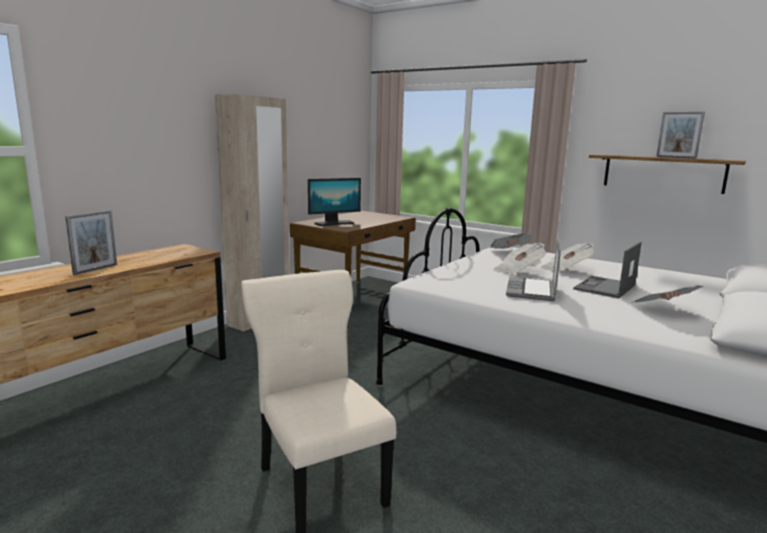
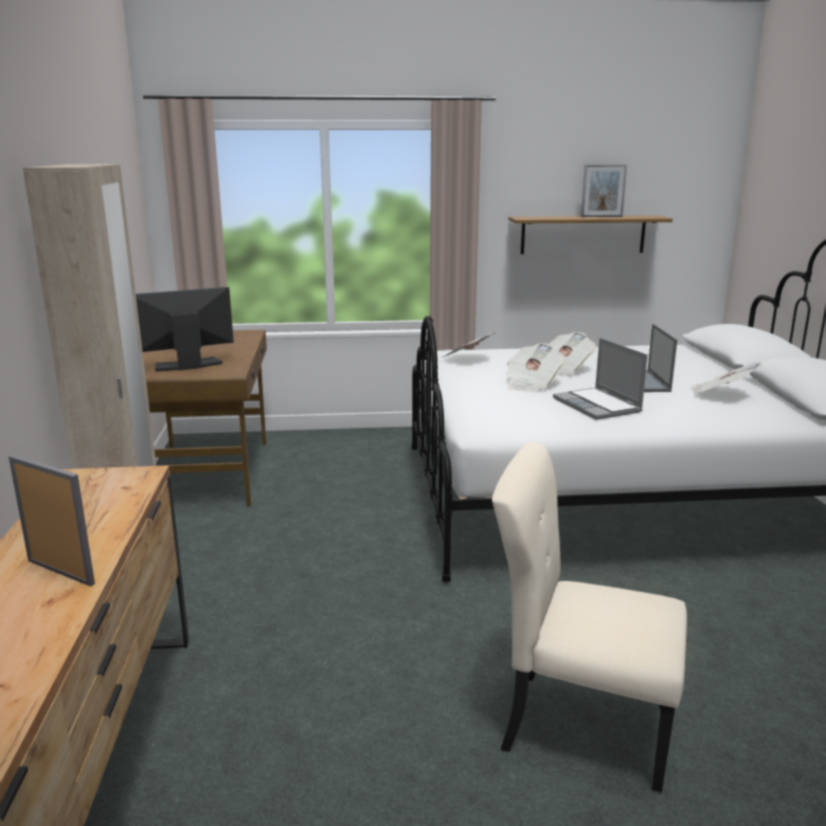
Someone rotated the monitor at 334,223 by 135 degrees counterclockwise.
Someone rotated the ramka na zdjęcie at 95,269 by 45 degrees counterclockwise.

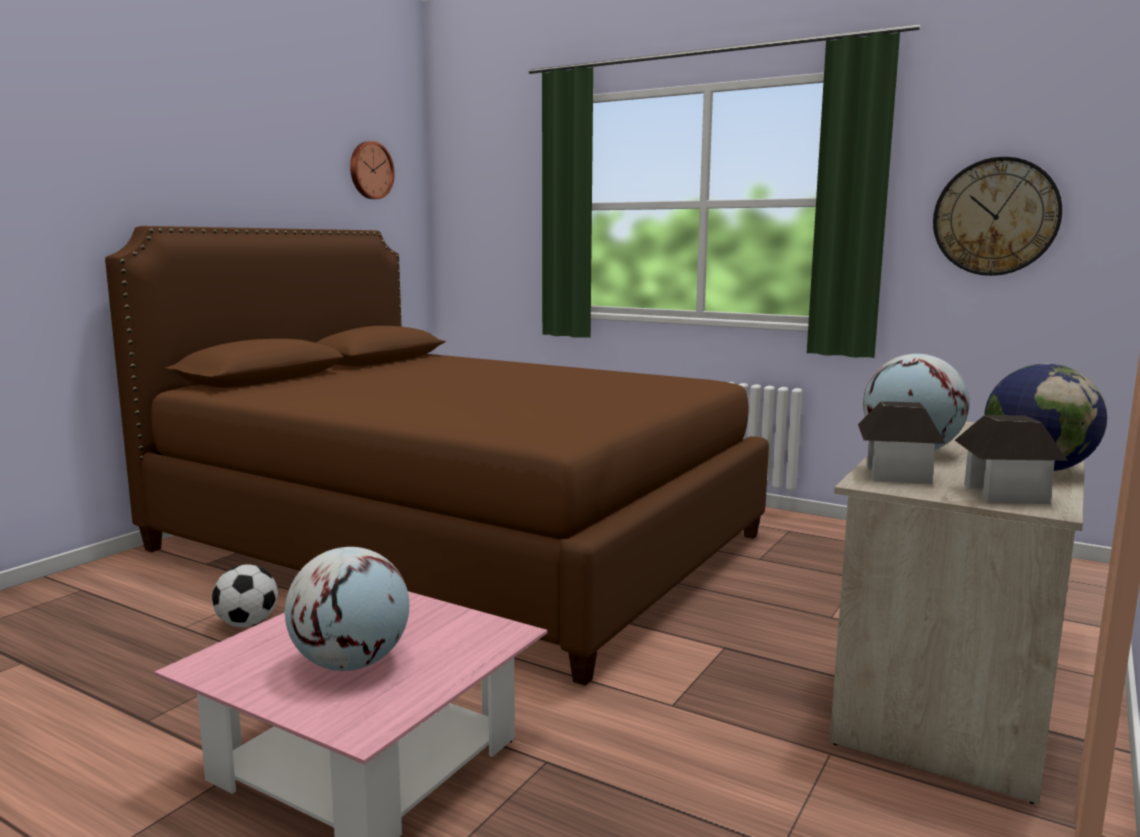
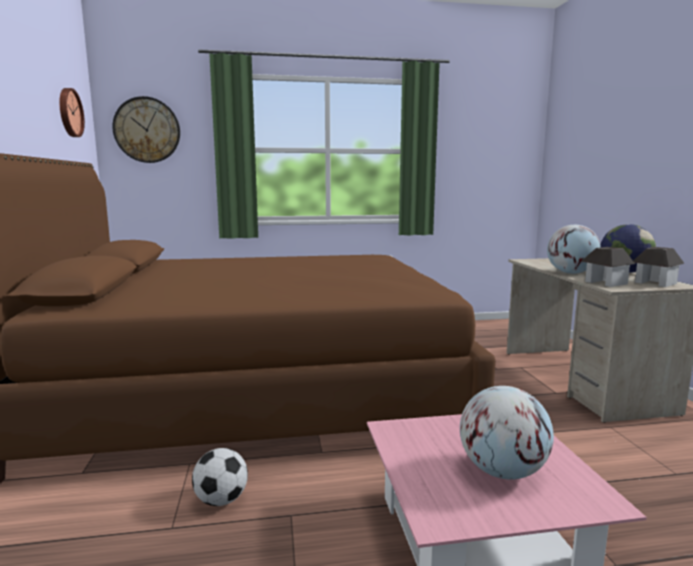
Someone carried the zegar ścienny from 995,217 to 147,130.

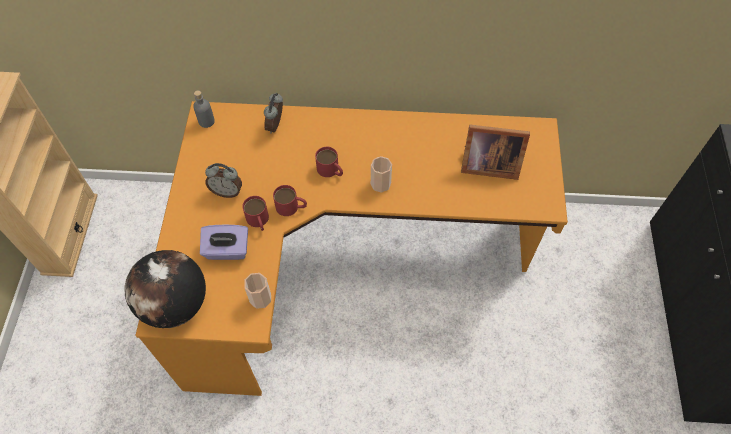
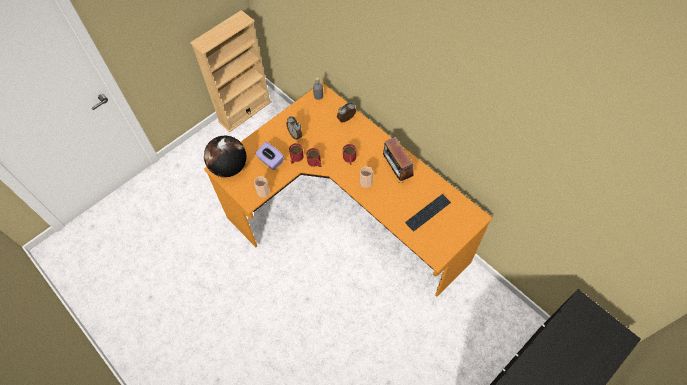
Someone swapped the ramka na zdjęcie at 487,164 for the klawiatura at 428,213.
Someone put down the radio at 396,171.

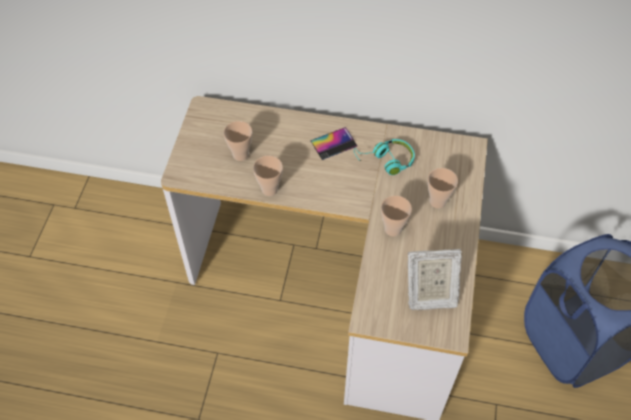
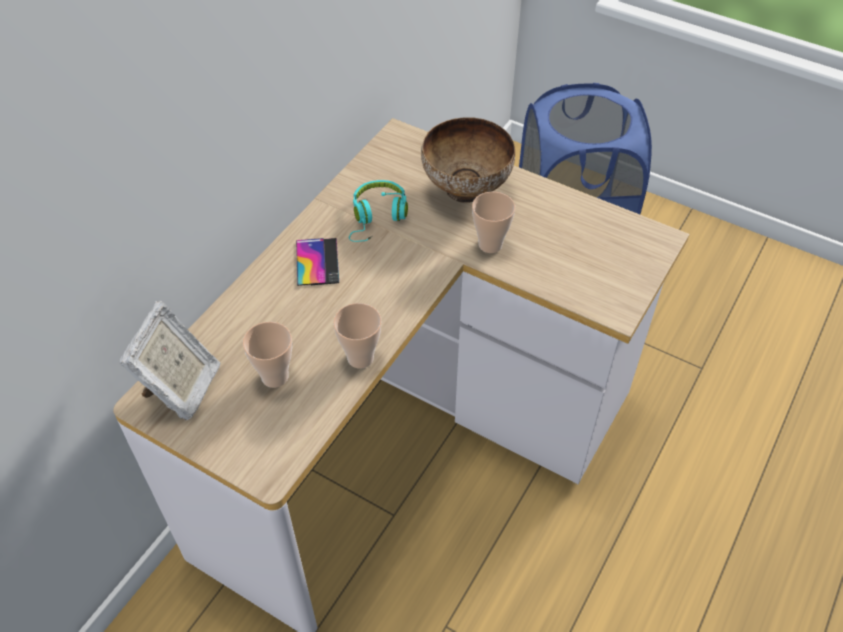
Someone swapped the filiżanka at 437,201 for the miska at 466,190.
Someone carried the ramka na zdjęcie from 429,294 to 182,389.

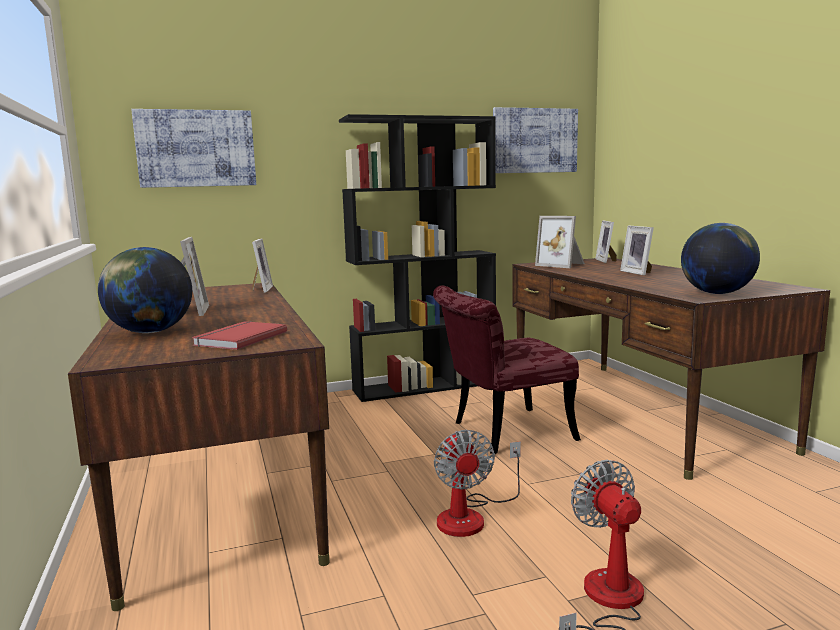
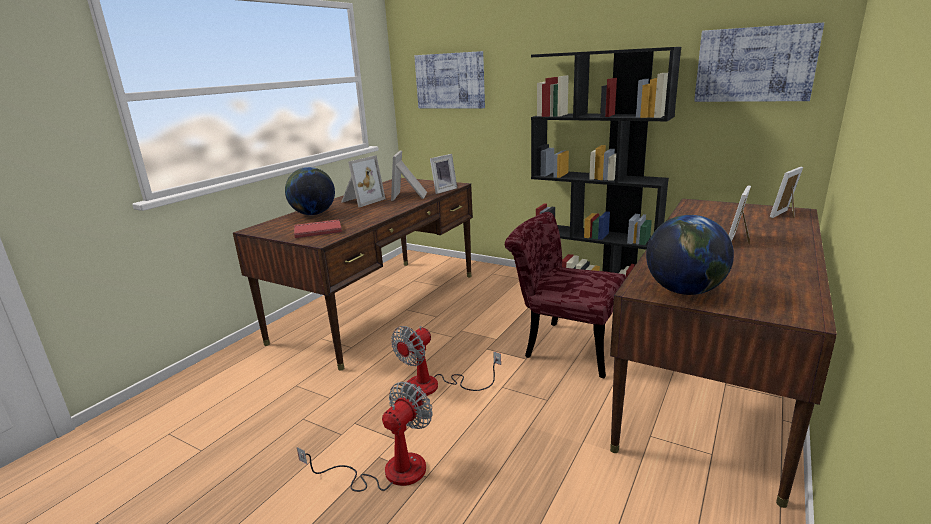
Someone carried the ramka na zdjęcie from 562,265 to 410,195.

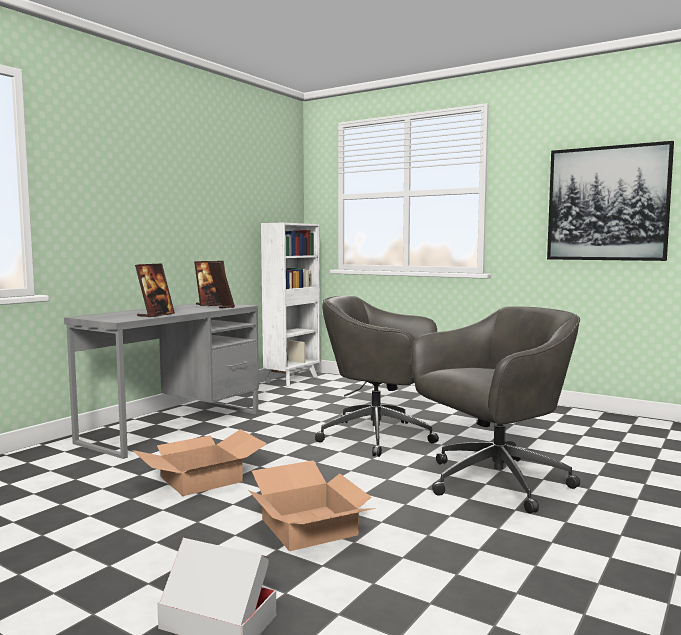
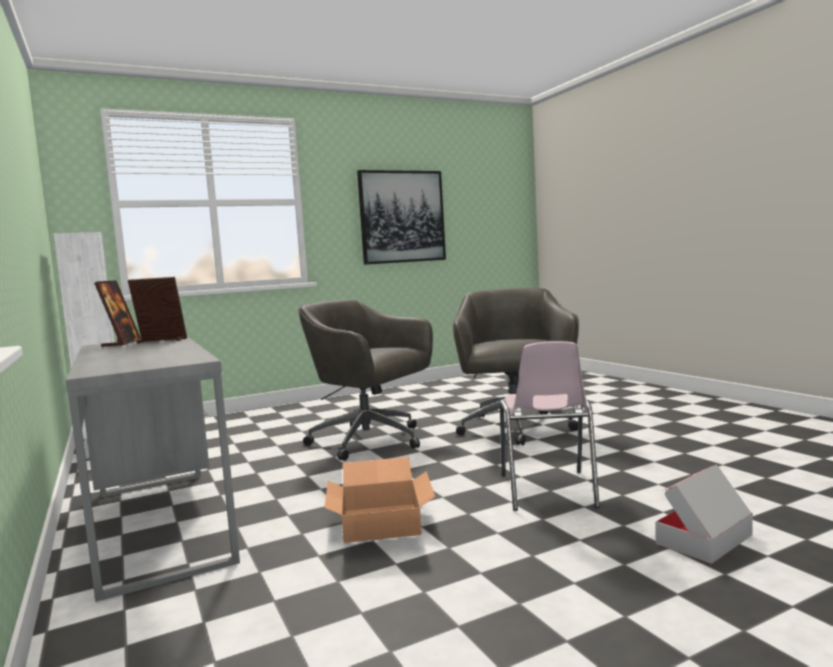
Someone took away the ramka na zdjęcie at 155,315.
Someone rotated the krzesło biurowe [szary] at 380,437 by 75 degrees clockwise.
Someone swapped the karton at 307,527 for the krzesło [różowy] at 547,491.

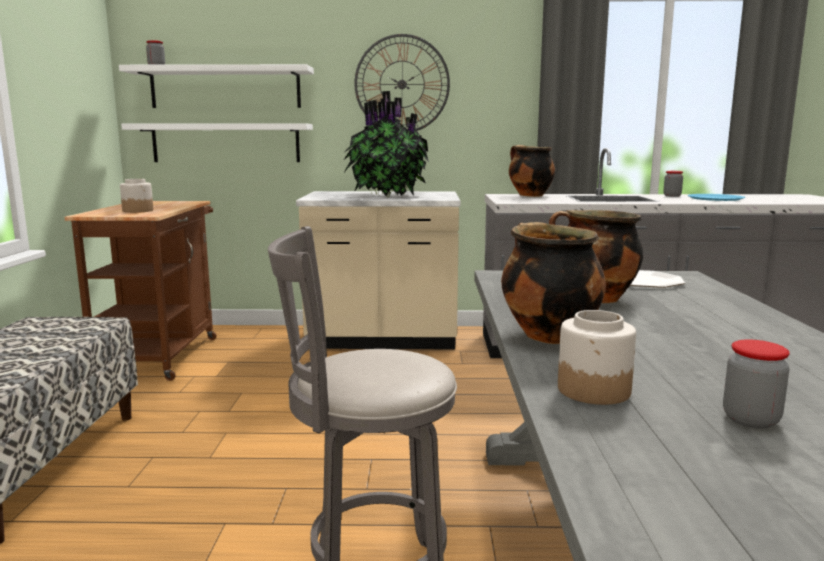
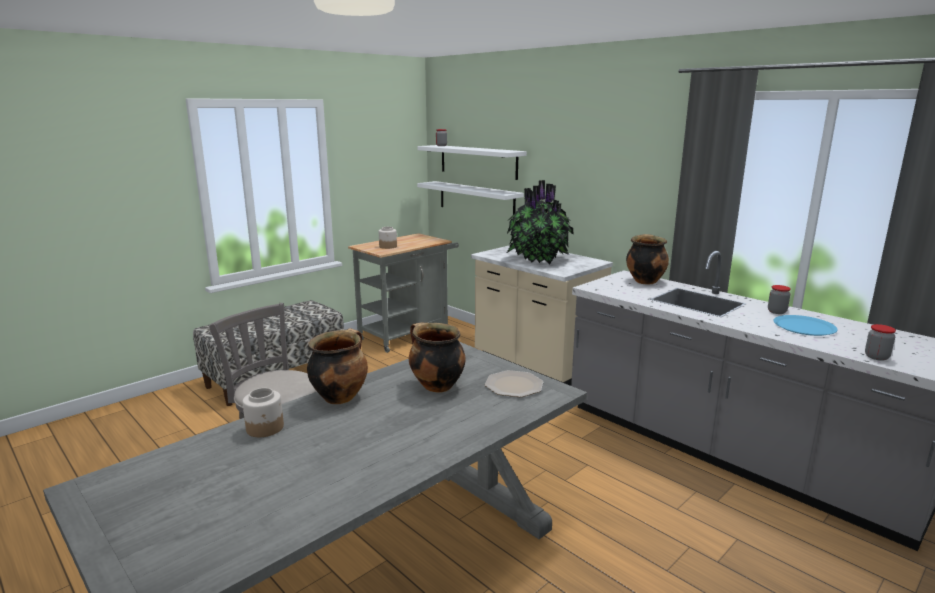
Someone took away the zegar ścienny at 402,84.
Someone repainted the wózek [brązowy] at 162,354, which became the wózek [szary] at 408,334.
Someone carried the słoik from 750,419 to 876,357.

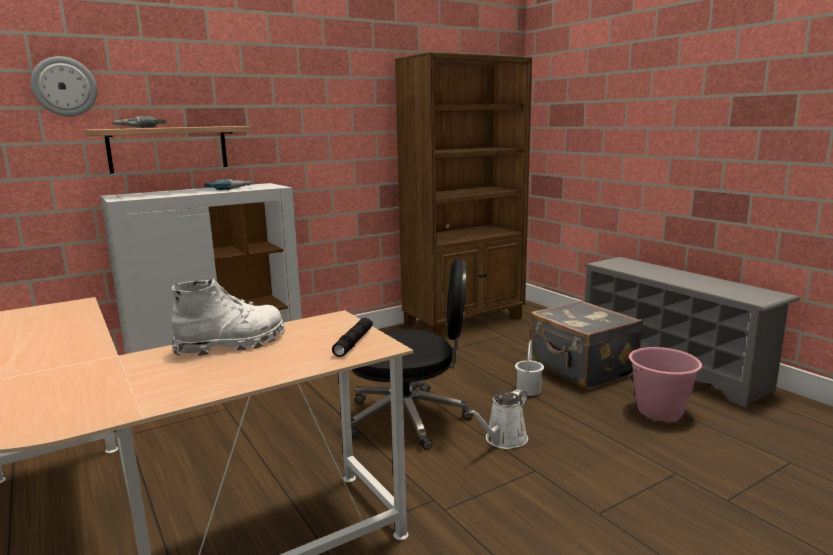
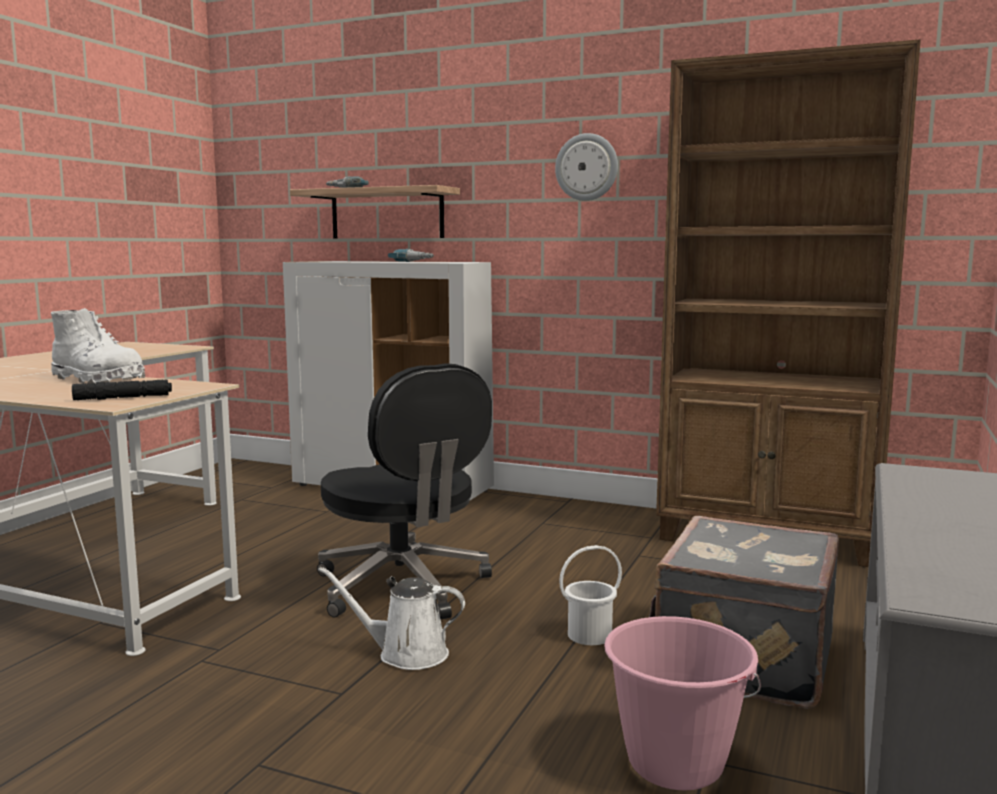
Someone carried the zegar ścienny from 64,86 to 586,167.

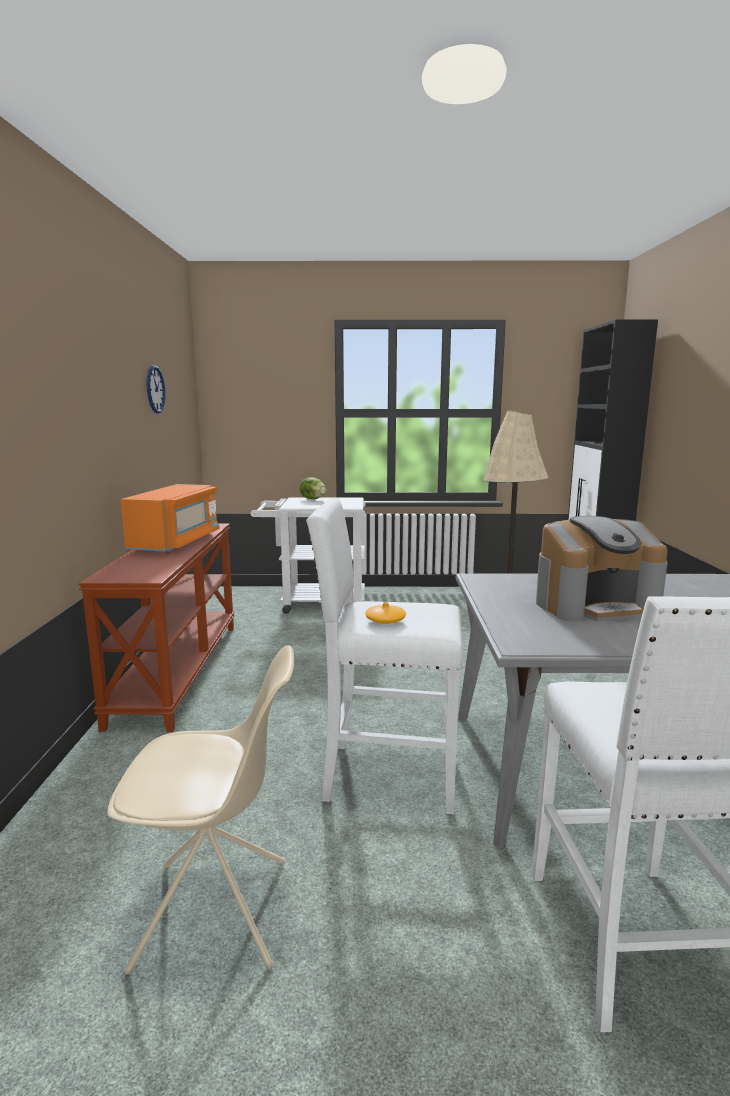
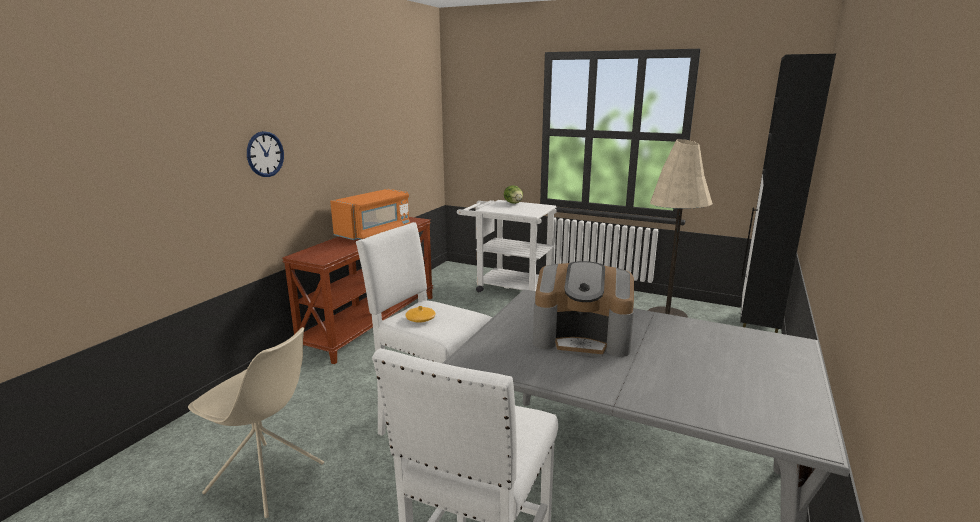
Someone carried the zegar ścienny from 155,389 to 265,154.

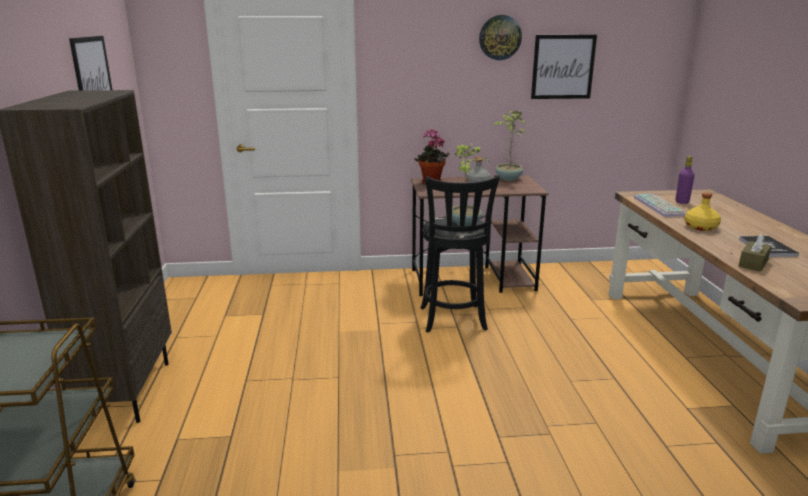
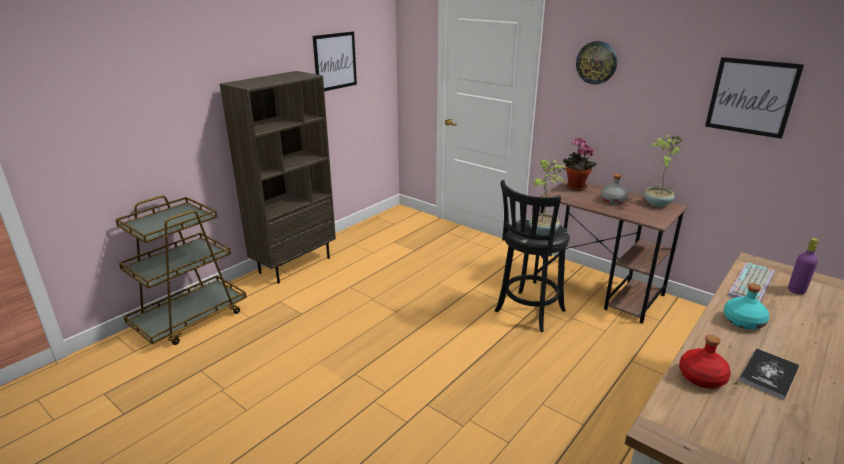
Someone carried the zegar ścienny from 500,37 to 596,62.
Someone repainted the butelka [żółty] at 700,227, which became the butelka [turkusowy] at 742,321.
Someone swapped the pudełko chusteczek [brązowy] at 753,263 for the butelka [czerwony] at 701,377.

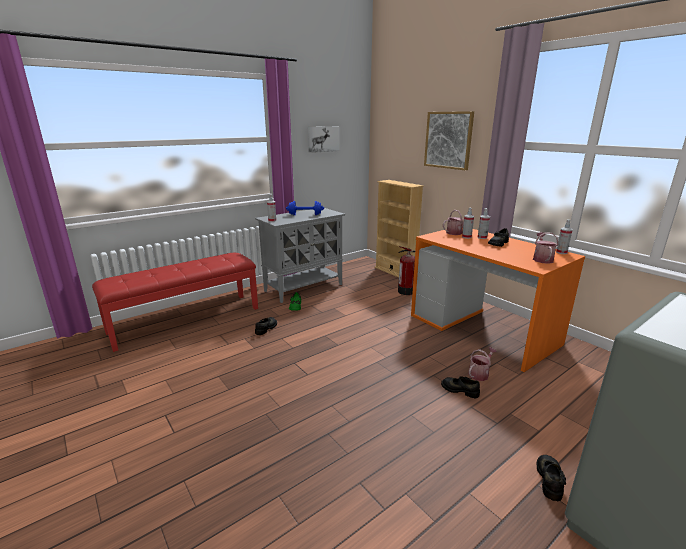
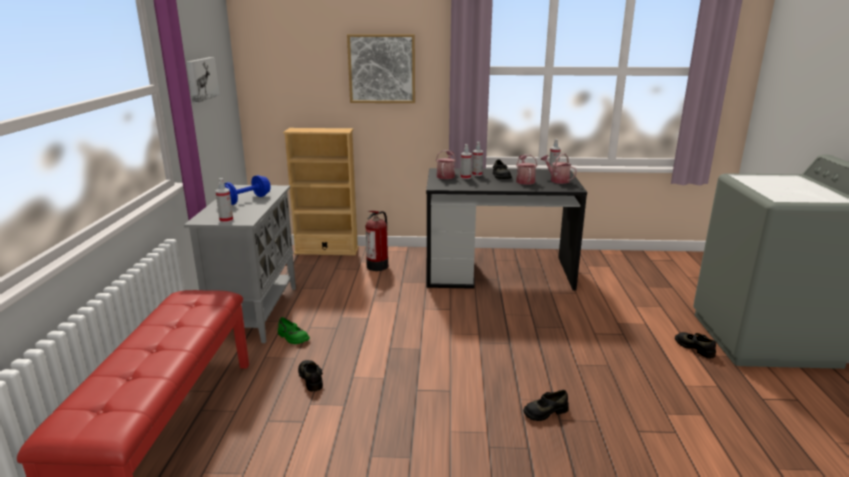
Someone repainted the biurko [pomarańczowy] at 482,329, which became the biurko [czarny] at 498,271.
Someone carried the konewka from 480,373 to 525,181.
Someone carried the but [czarny] from 460,390 to 545,411.

